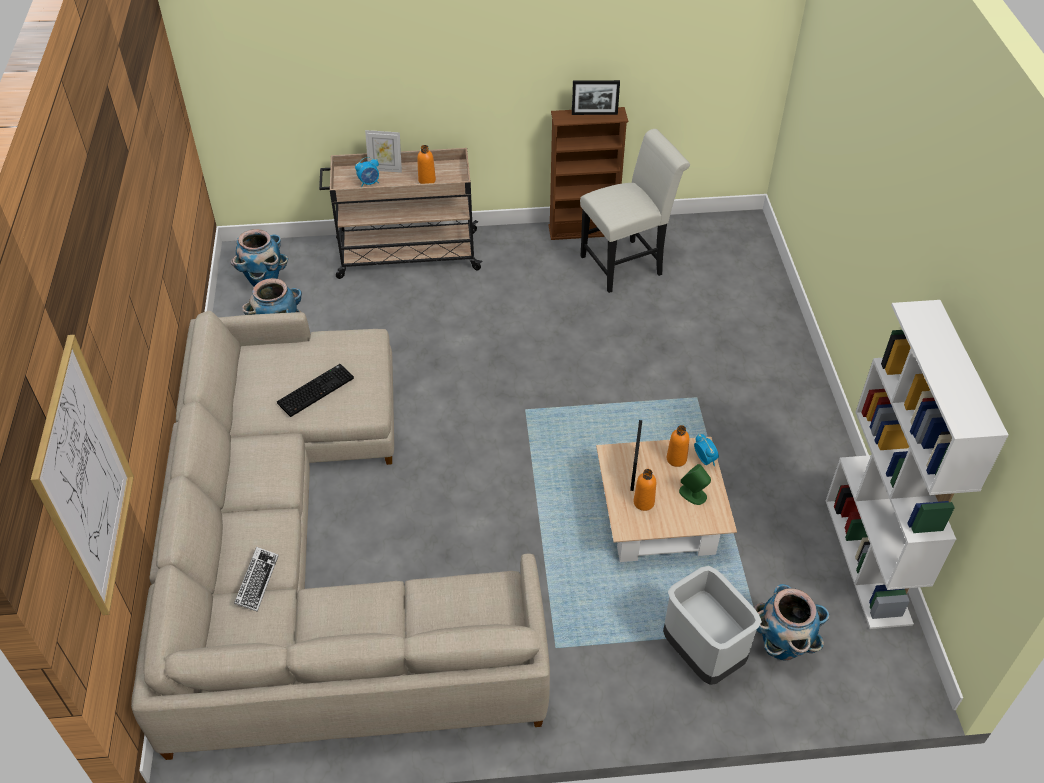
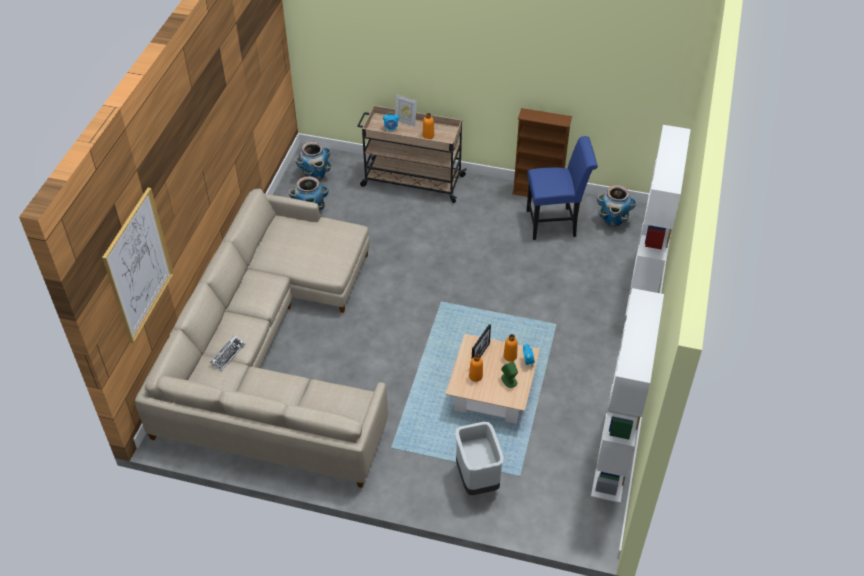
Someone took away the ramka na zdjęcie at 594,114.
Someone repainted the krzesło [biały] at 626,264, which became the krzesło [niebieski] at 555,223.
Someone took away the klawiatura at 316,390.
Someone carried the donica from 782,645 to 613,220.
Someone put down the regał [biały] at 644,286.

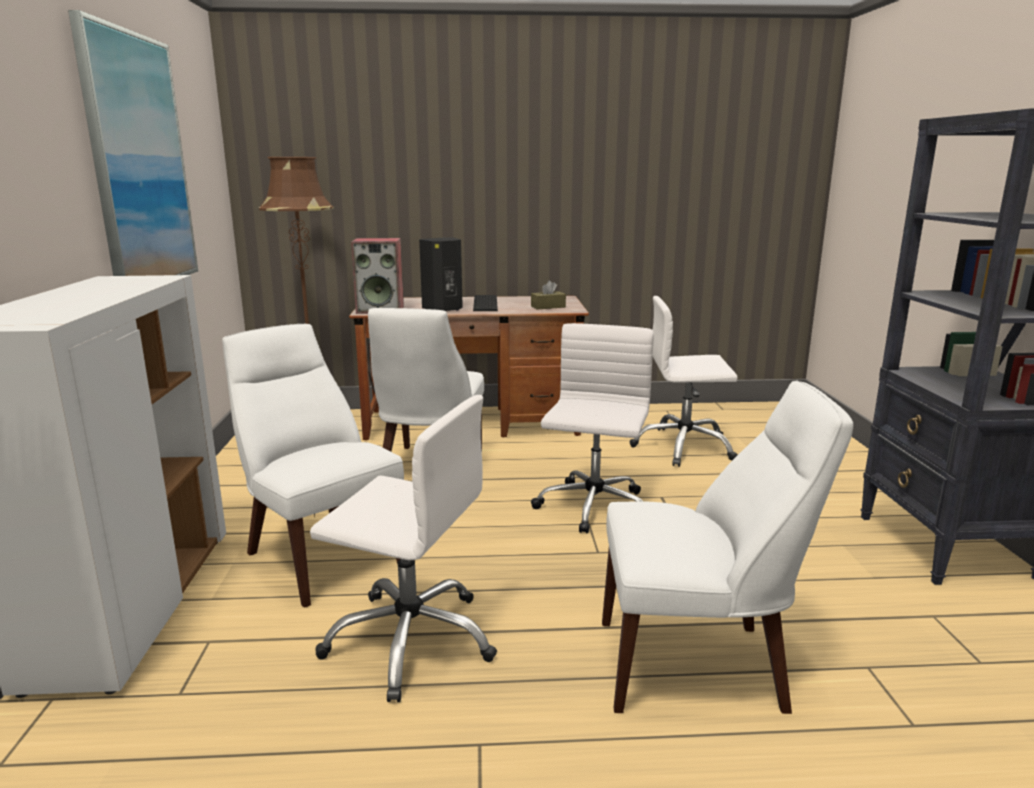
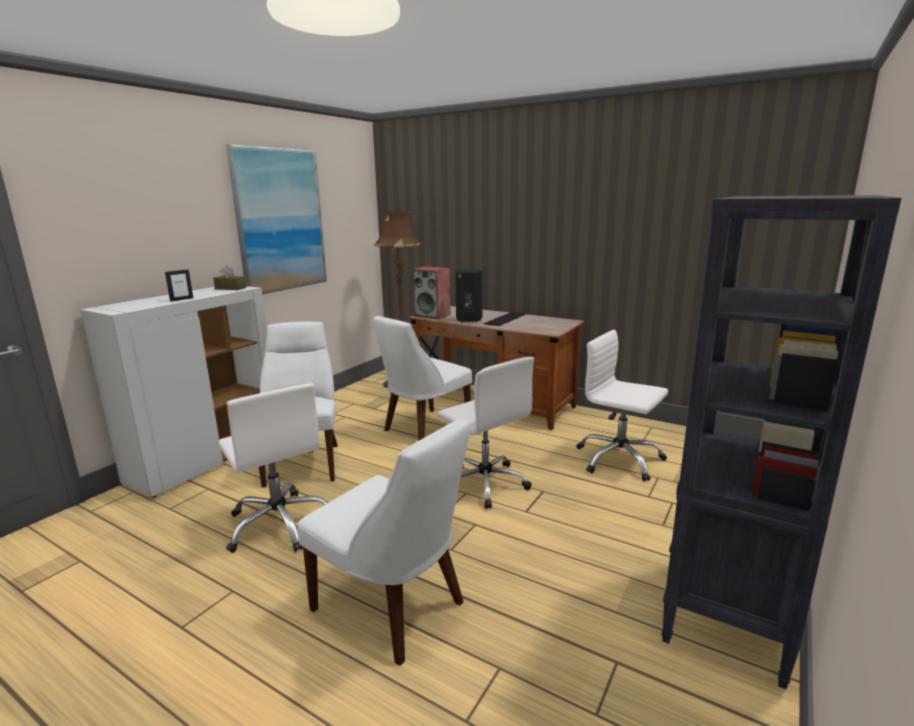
Someone carried the pudełko chusteczek [brązowy] from 548,307 to 230,288.
Someone rotated the krzesło biurowe [biały] at 593,508 by 90 degrees clockwise.
Someone put down the ramka na zdjęcie at 181,299.

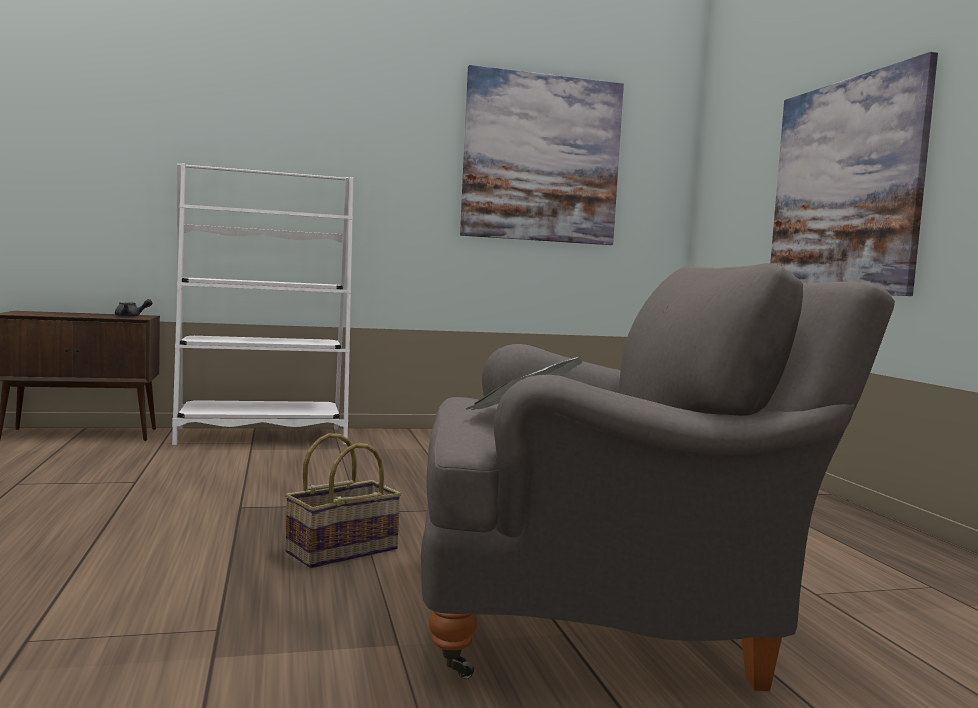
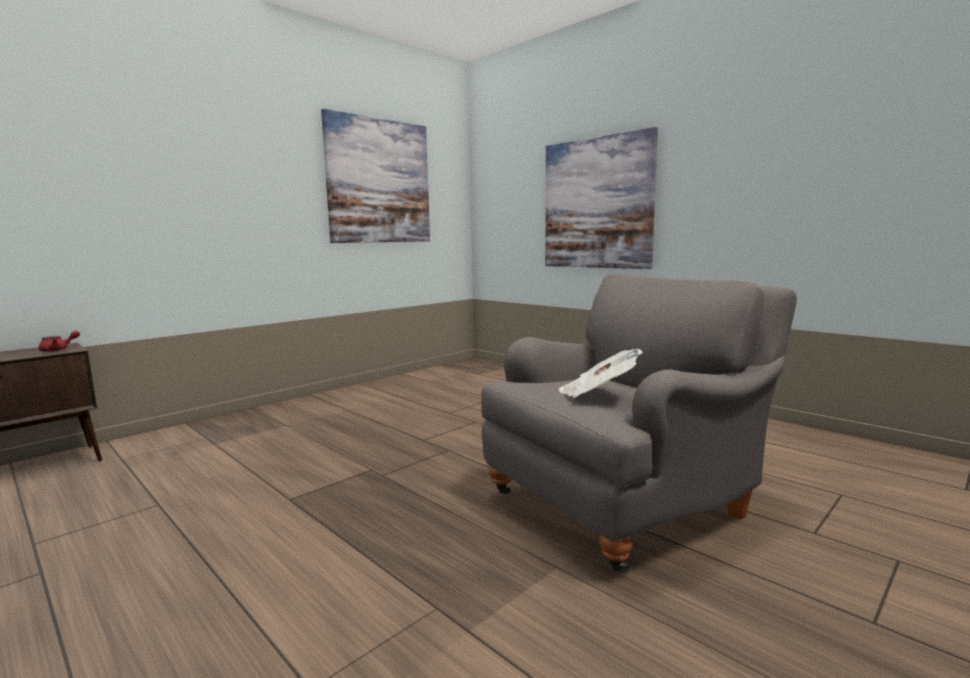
Someone took away the regał [biały] at 261,436.
Someone repainted the imbryk [szary] at 131,316, which became the imbryk [czerwony] at 58,349.
Someone took away the koszyk at 342,550.

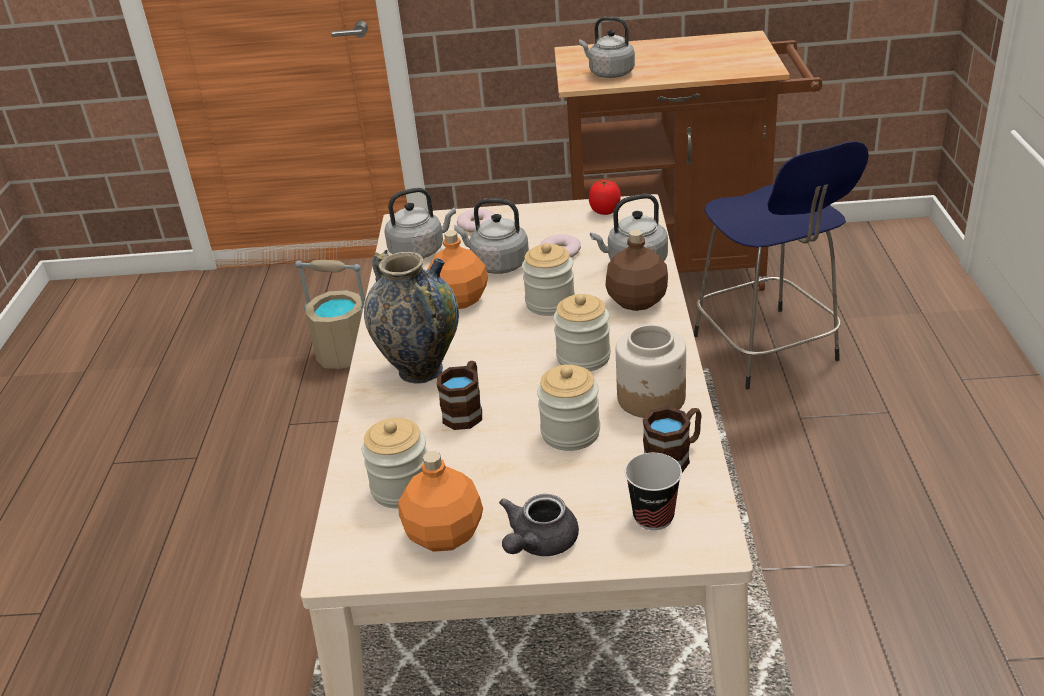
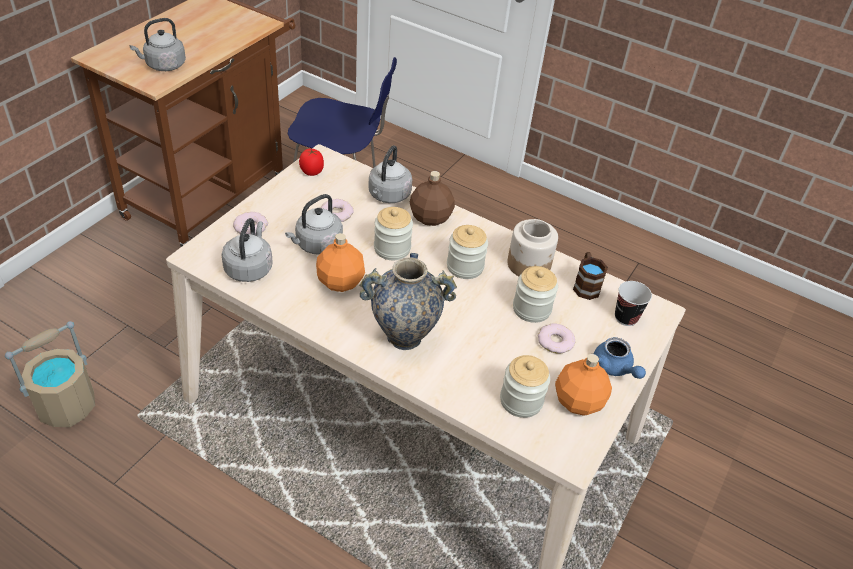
Someone took away the kubek [brązowy] at 466,410.
Someone repainted the imbryk [szary] at 538,543, which became the imbryk [niebieski] at 614,368.
Someone put down the donut at 555,341.

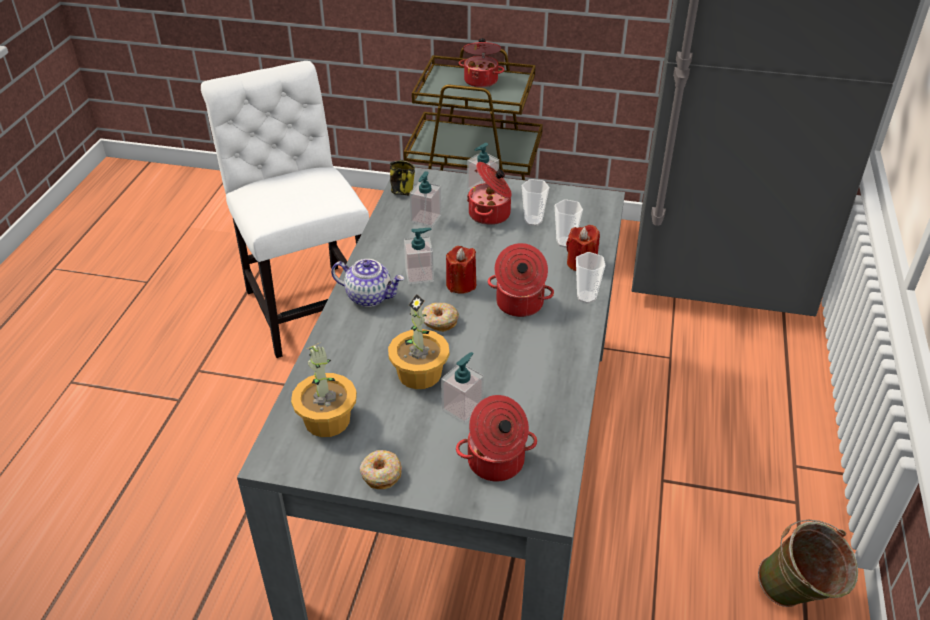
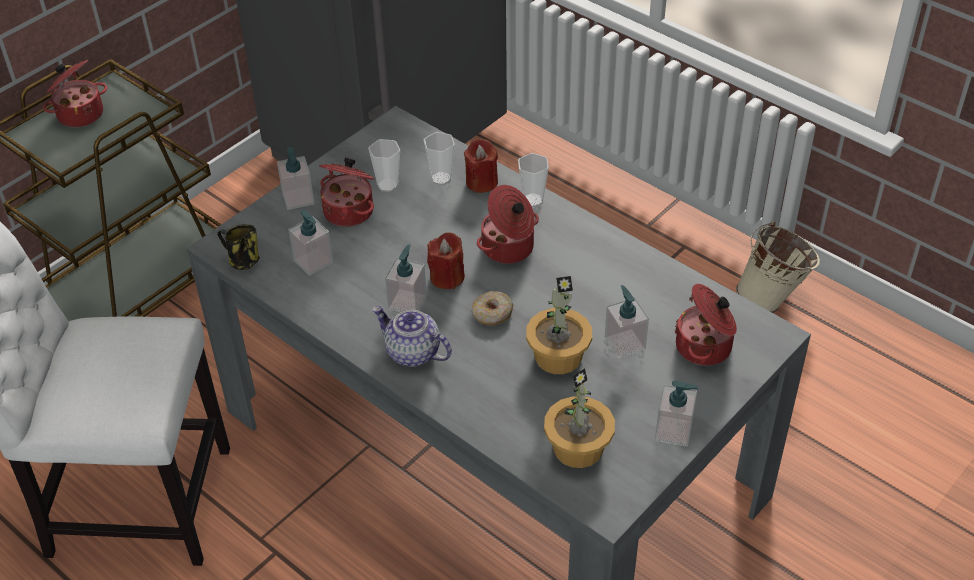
Someone rotated the imbryk at 370,296 by 105 degrees counterclockwise.
Someone swapped the donut at 381,474 for the dozownik mydła at 674,431.
Someone repainted the wiadro [zielony] at 796,599, which became the wiadro [beżowy] at 772,299.

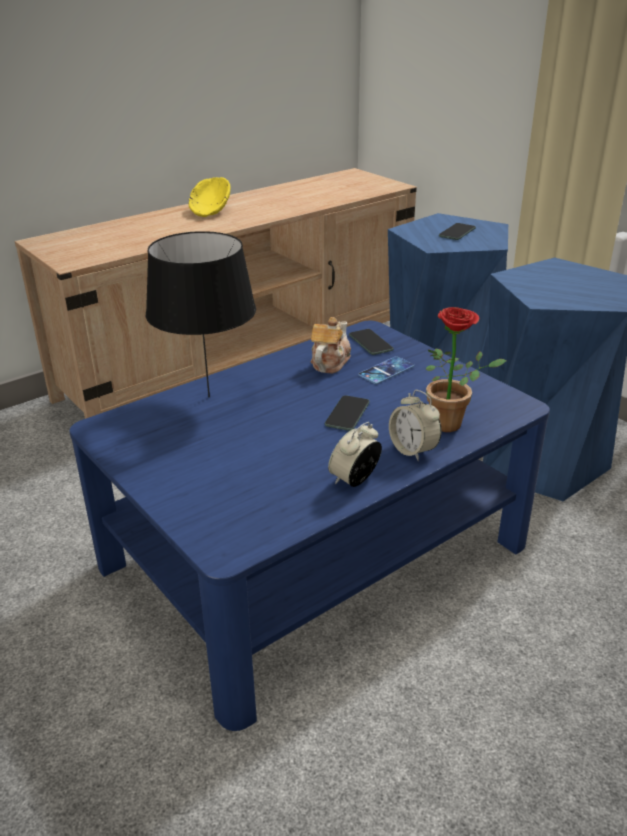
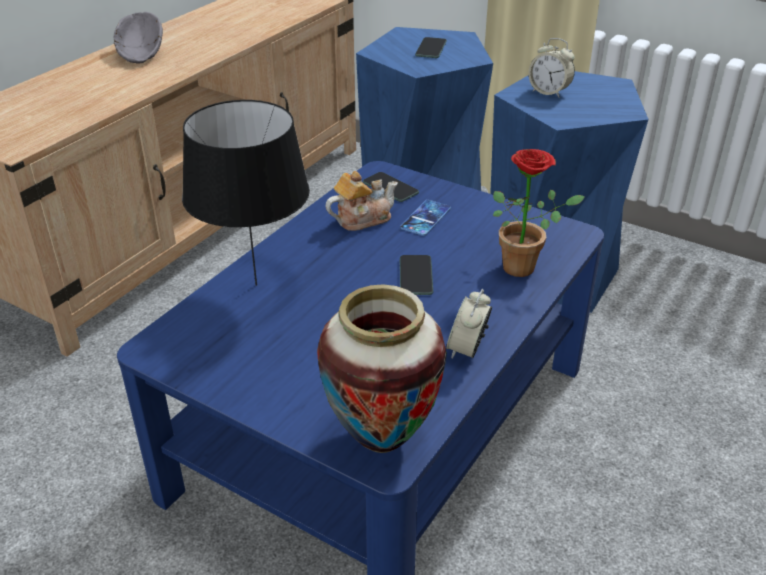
Someone repainted the miska [żółty] at 209,211, which became the miska [szary] at 139,55.
Someone rotated the imbryk at 329,362 by 60 degrees clockwise.
Someone carried the budzik from 413,450 to 549,92.
Someone put down the wazon at 381,439.

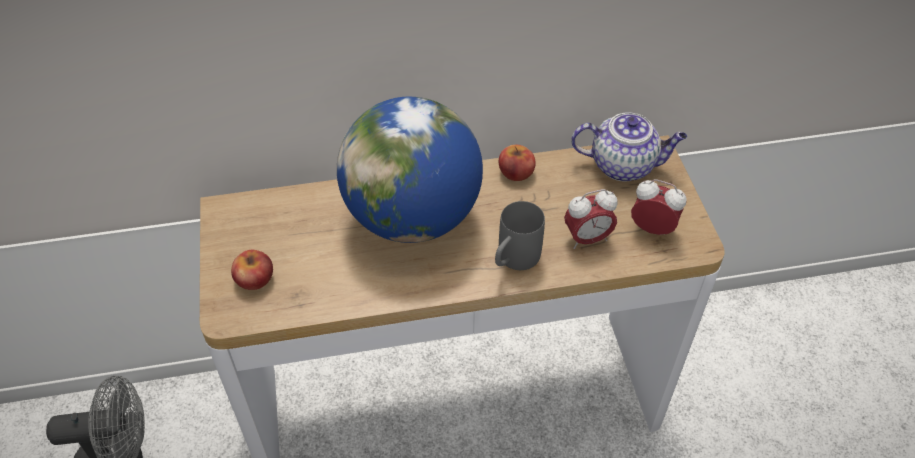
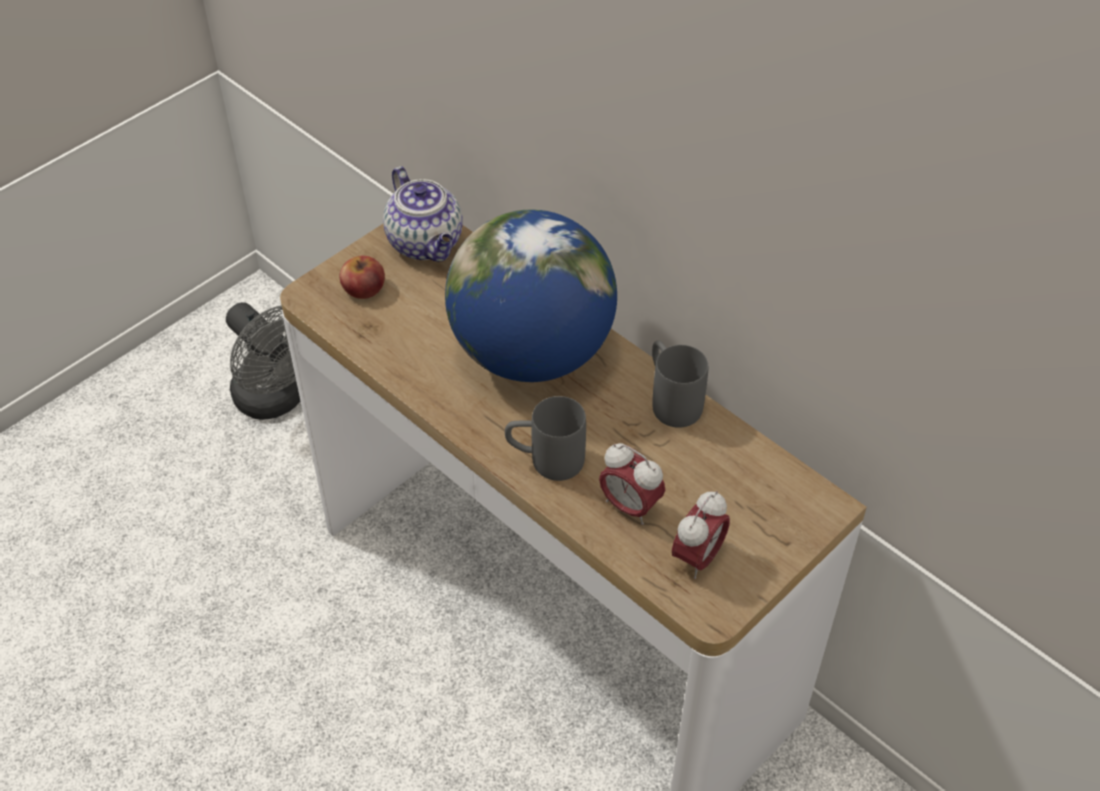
Someone carried the imbryk from 624,165 to 427,244.
Someone swapped the jabłko at 516,172 for the kubek [szary] at 670,400.
Someone rotated the budzik at 652,229 by 45 degrees clockwise.

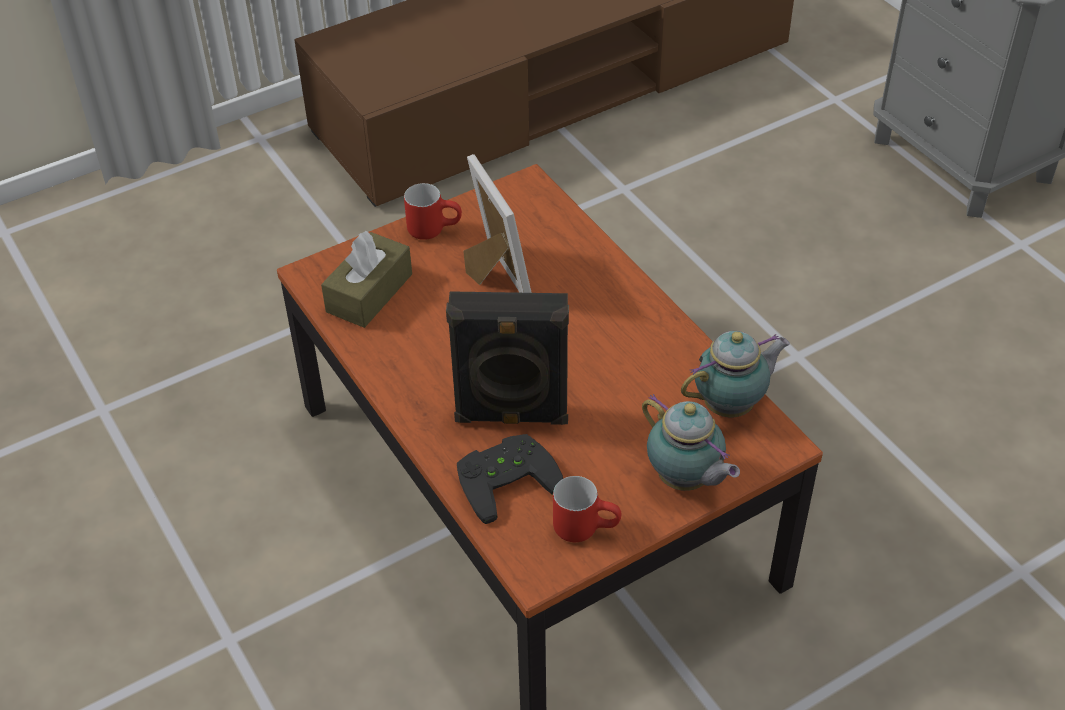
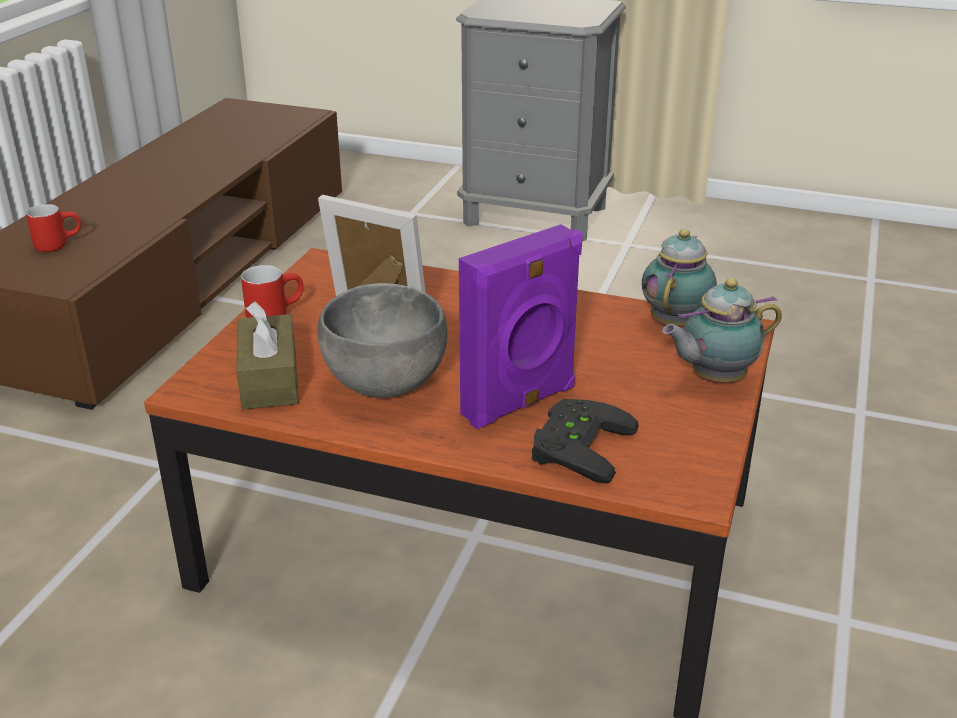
Someone repainted the głośnik [czarny] at 511,416, which became the głośnik [fioletowy] at 521,403.
Someone rotated the imbryk at 685,480 by 150 degrees clockwise.
Someone carried the kubek [czerwony] from 586,526 to 58,244.
Someone put down the miska [szary] at 384,384.

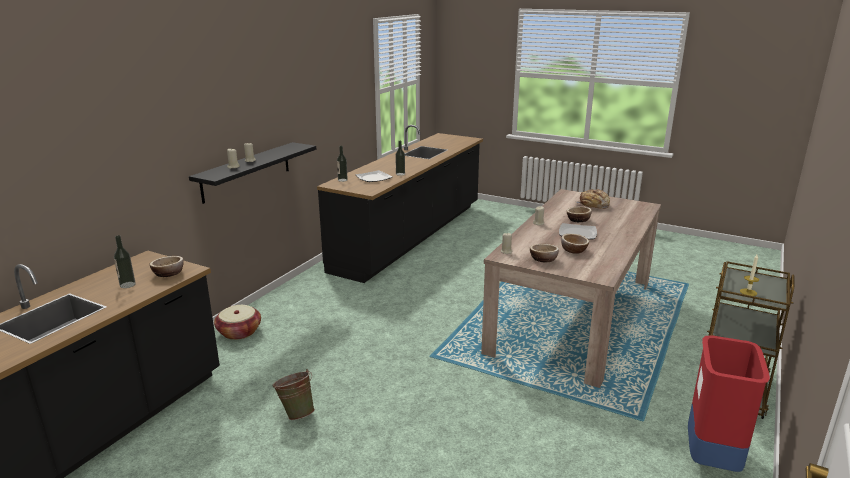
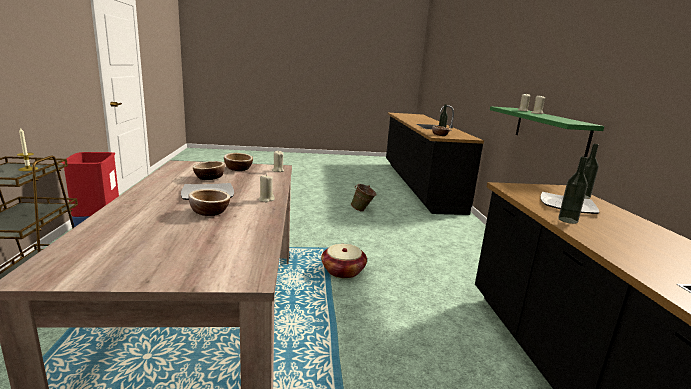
Someone repainted the półka [czarny] at 246,171, which became the półka [zielony] at 549,130.
Someone took away the chleb at 593,205.
Someone carried the koszyk from 239,332 to 343,271.

